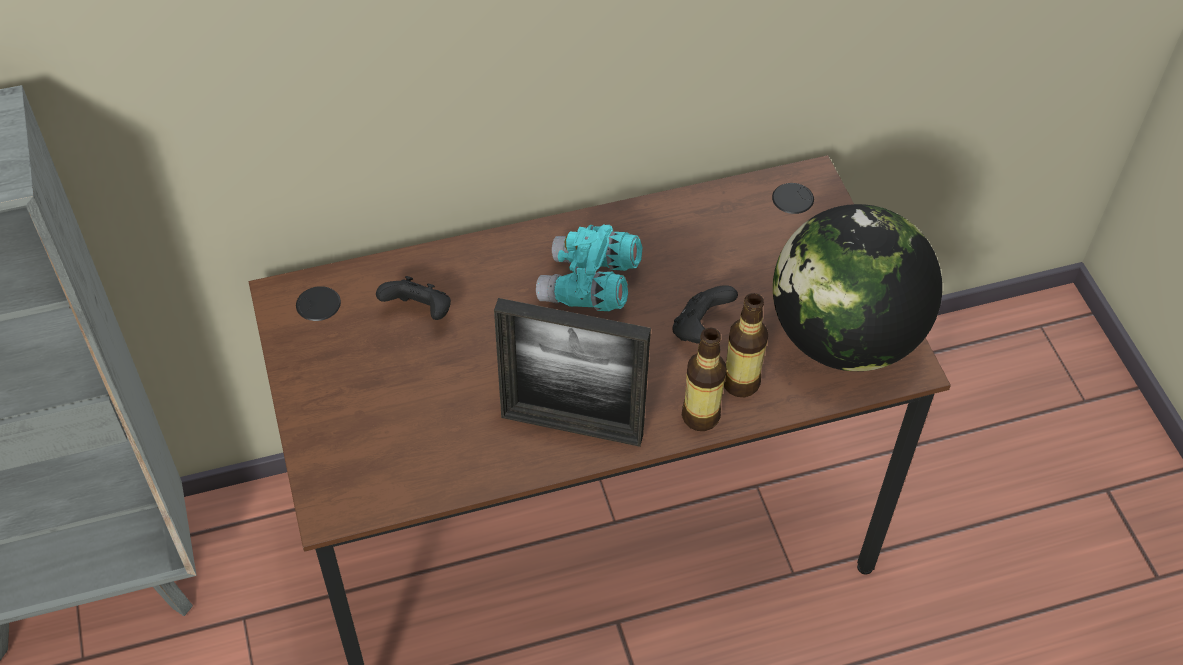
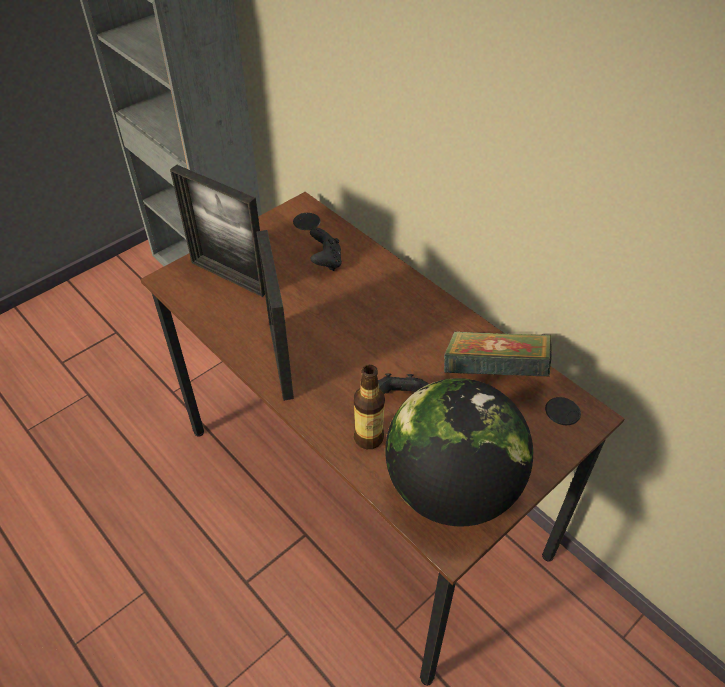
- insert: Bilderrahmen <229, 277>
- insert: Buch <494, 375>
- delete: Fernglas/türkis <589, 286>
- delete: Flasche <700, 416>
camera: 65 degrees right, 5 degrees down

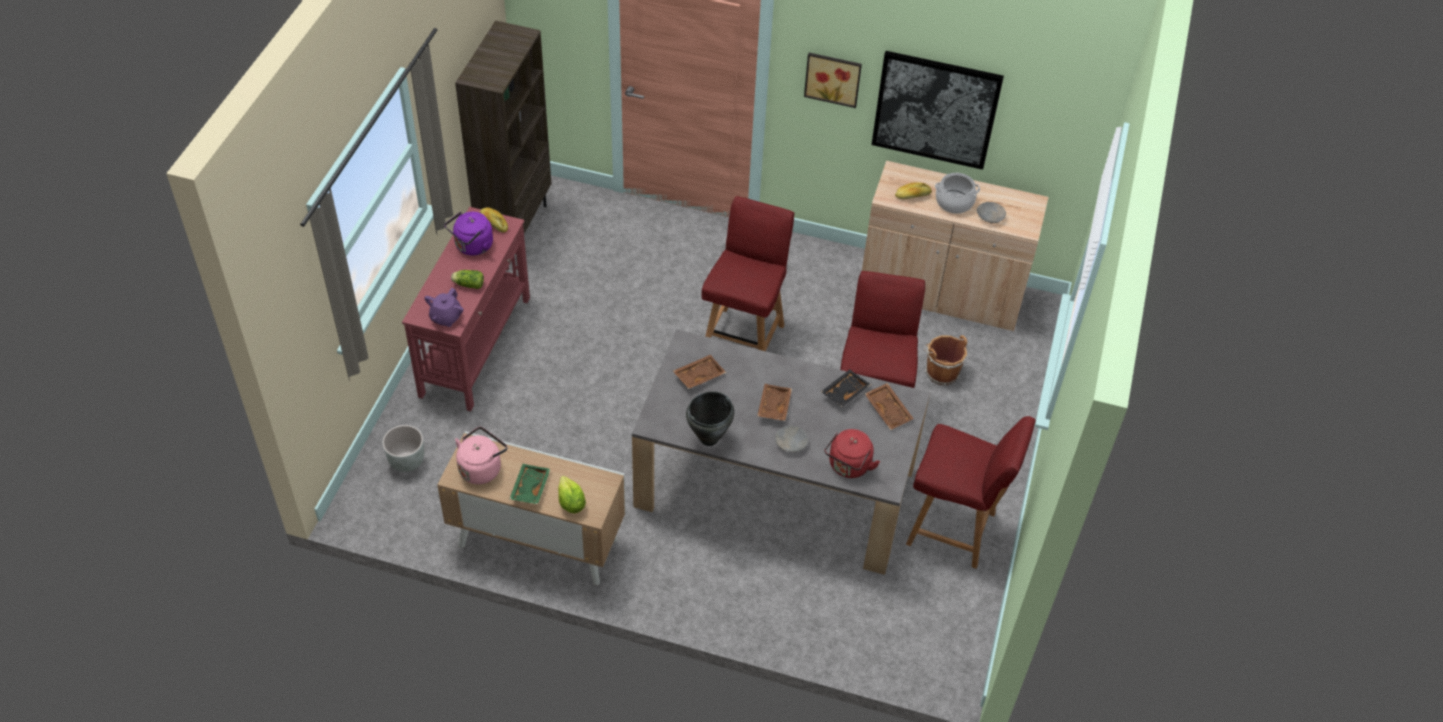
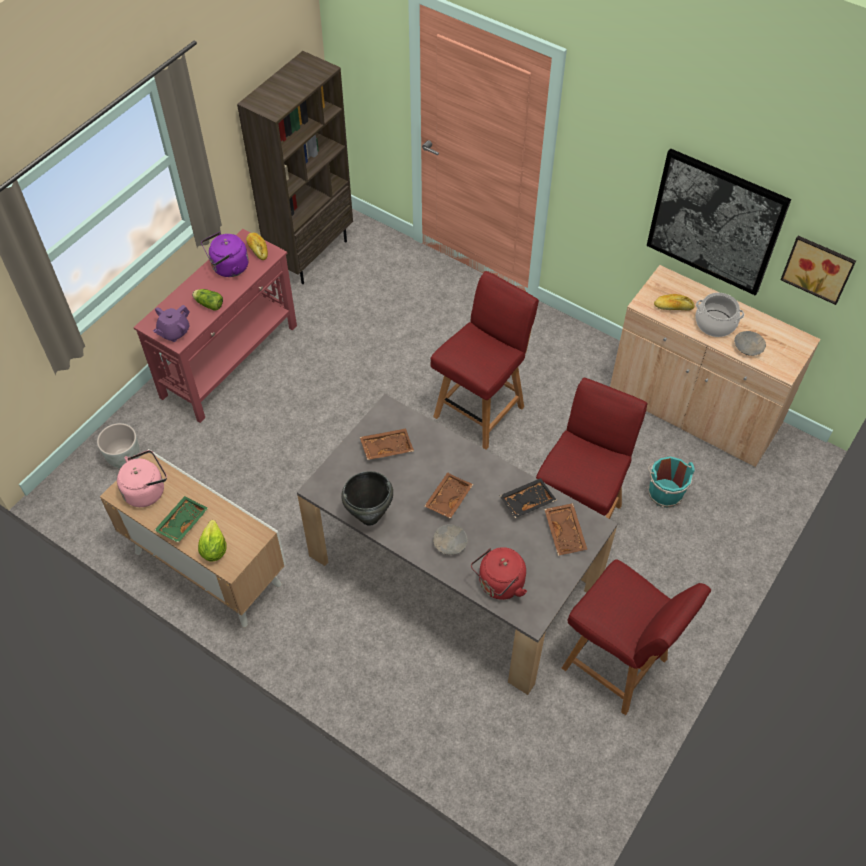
- recolor: Eimer/braun <940, 372> to Eimer/türkis <664, 492>
- move: Bild <833, 78> to <818, 267>
camera: 20 degrees right, 5 degrees up

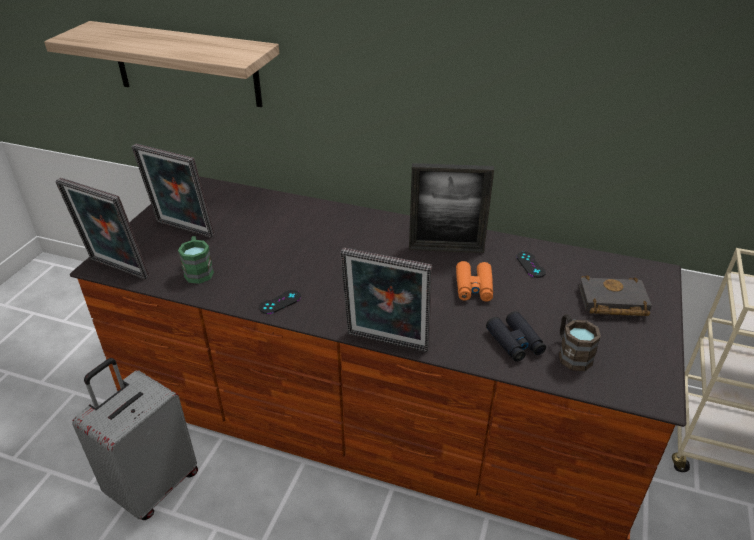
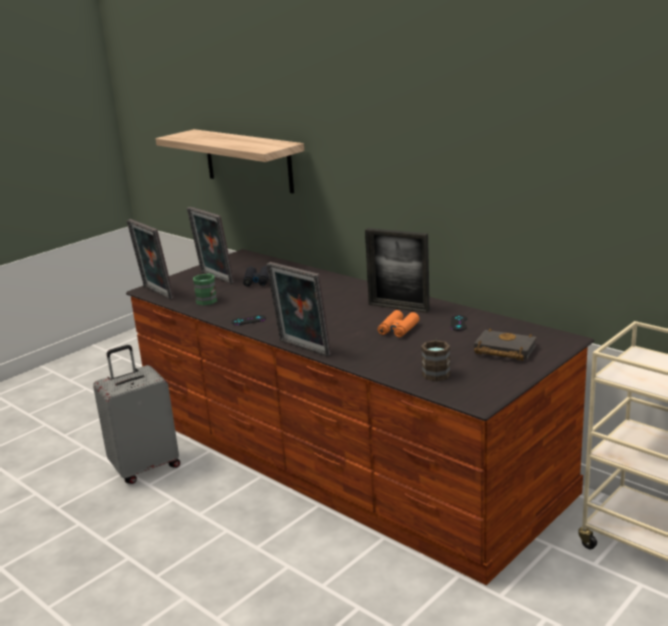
- move: Fernglas/schwarz <515, 342> to <257, 281>
camera: 25 degrees right, 15 degrees down

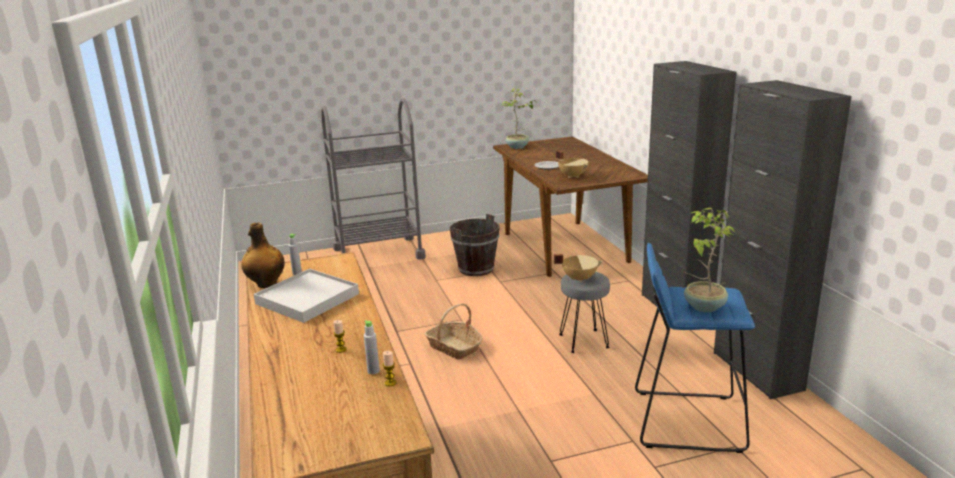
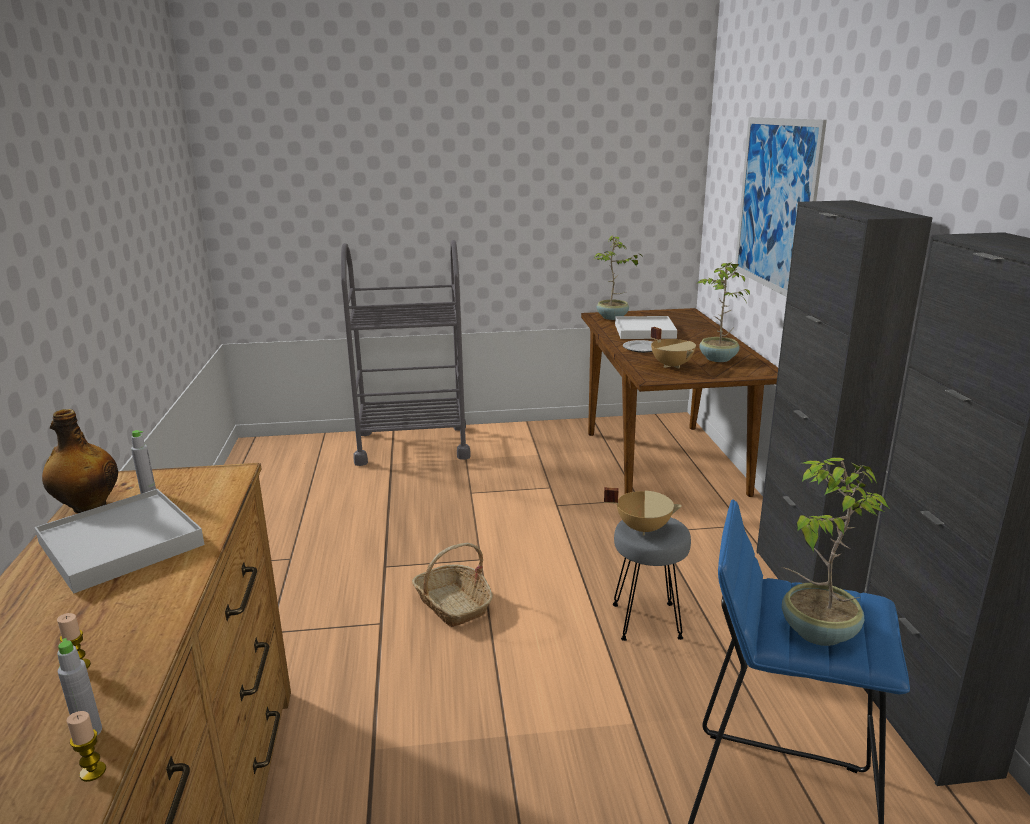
- insert: Tablett/weiß <644, 331>
- insert: Topfpflanze <717, 359>
- insert: Bild <775, 205>
- delete: Eimer/braun <476, 269>
camera: 10 degrees right, 0 degrees up

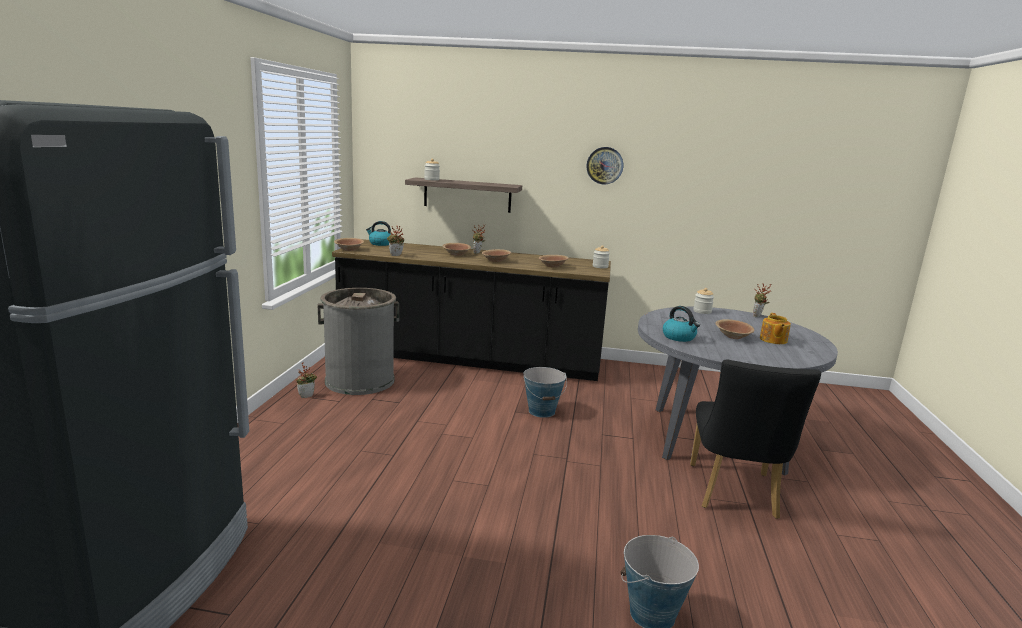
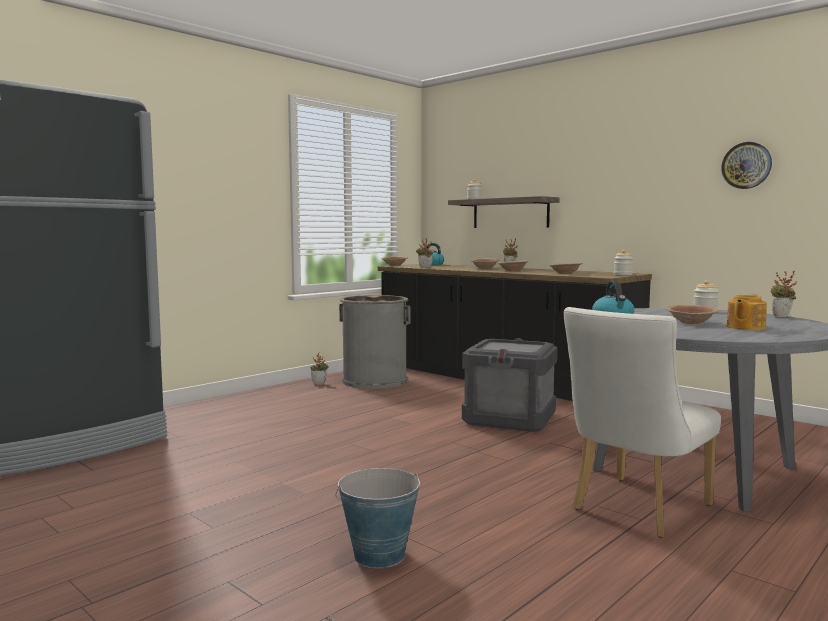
- replace: Eimer <542, 411> to Kiste <510, 419>
- recolor: Stuhl/schwarz <734, 495> to Stuhl/weiß <635, 509>
- move: Wanduhr <604, 165> to <746, 165>
camera: 35 degrees right, 10 degrees down

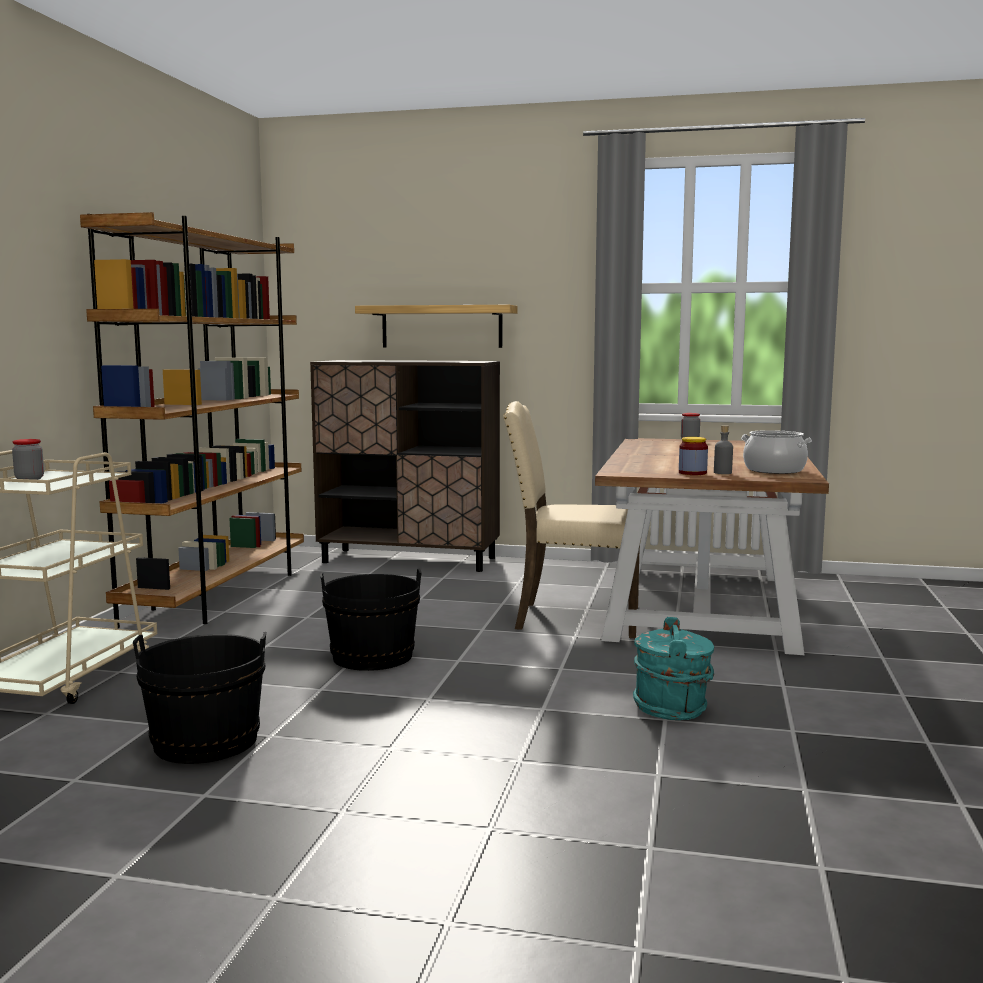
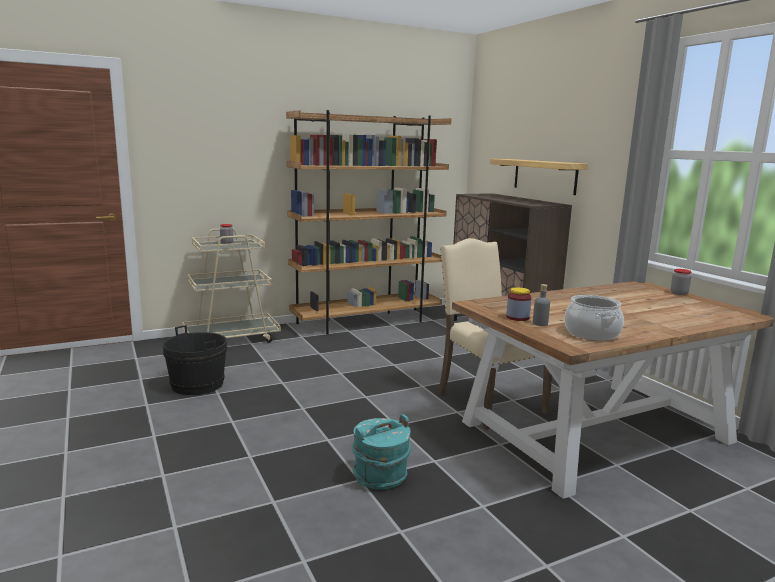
- delete: Eimer/schwarz <372, 657>
camera: 50 degrees right, 5 degrees up

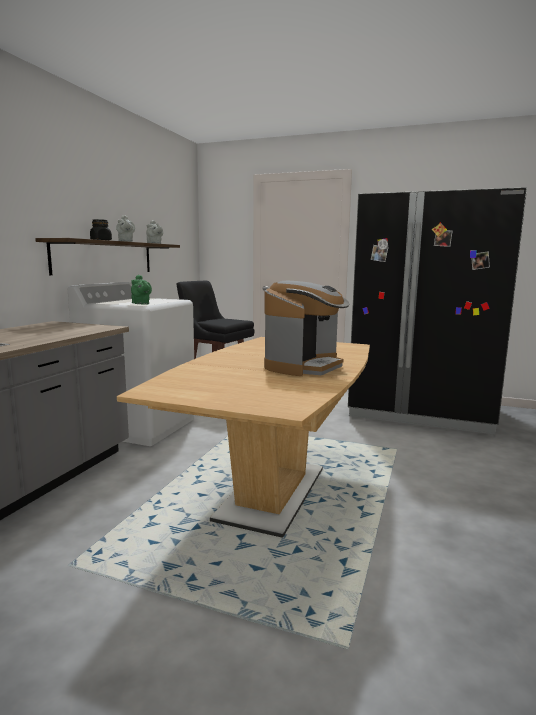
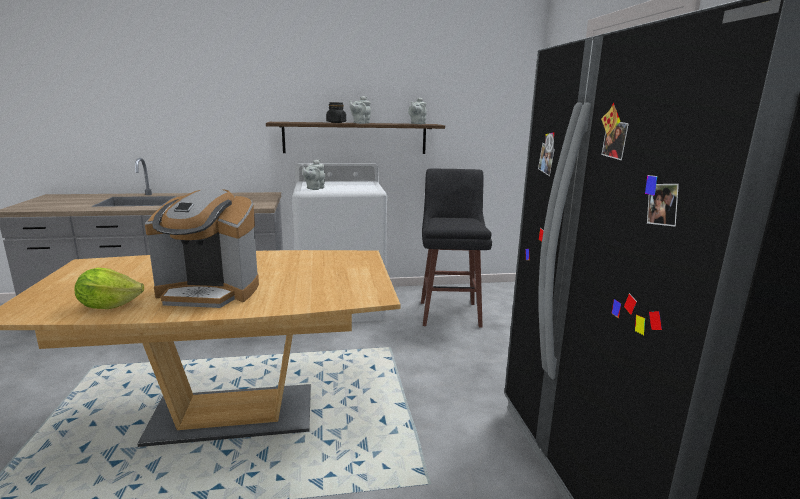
- insert: Salatkopf <109, 305>
- recolor: Teekanne/grün <141, 304> to Teekanne/grau <314, 188>
camera: 60 degrees right, 5 degrees up

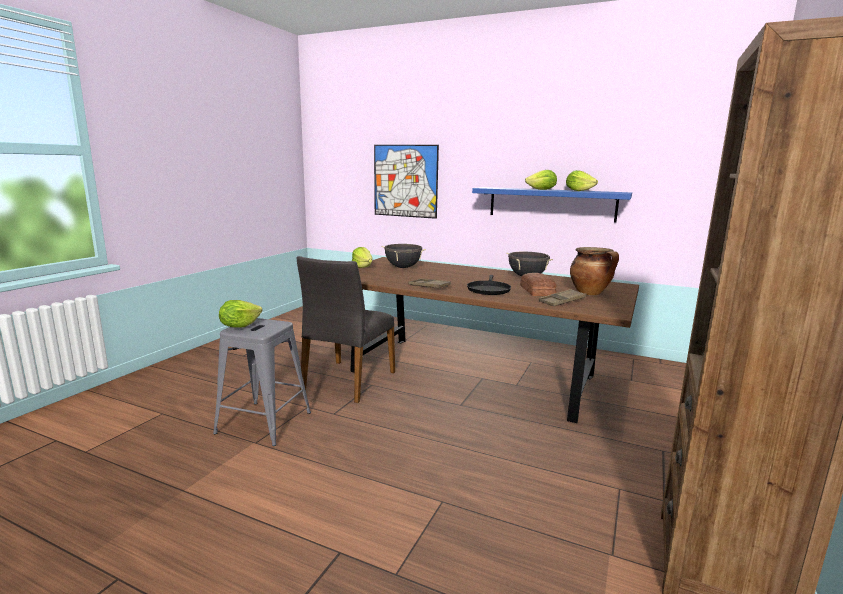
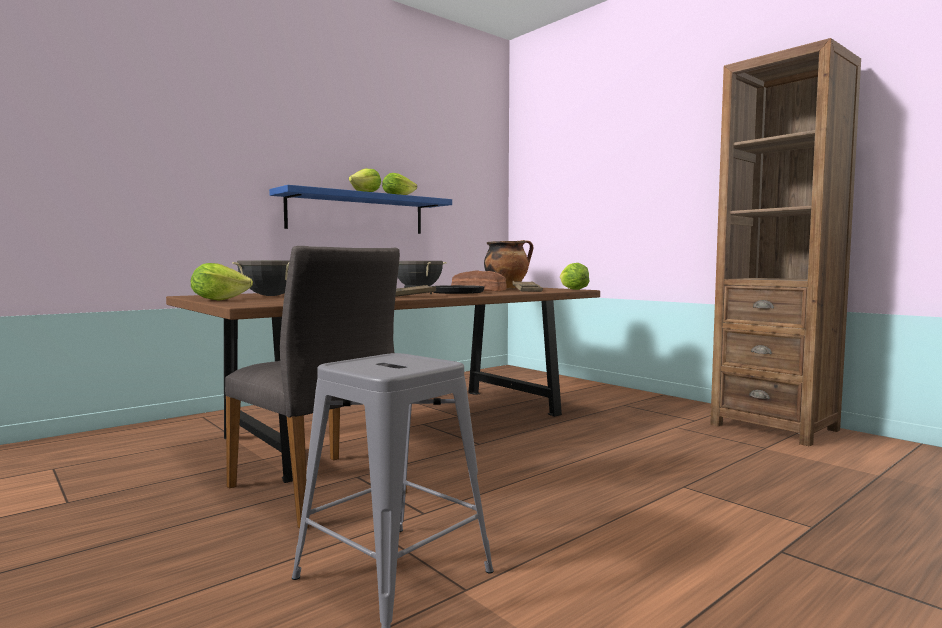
- move: Salatkopf <239, 326> to <573, 289>
- delete: Bild <405, 181>
camera: 65 degrees left, 10 degrees down

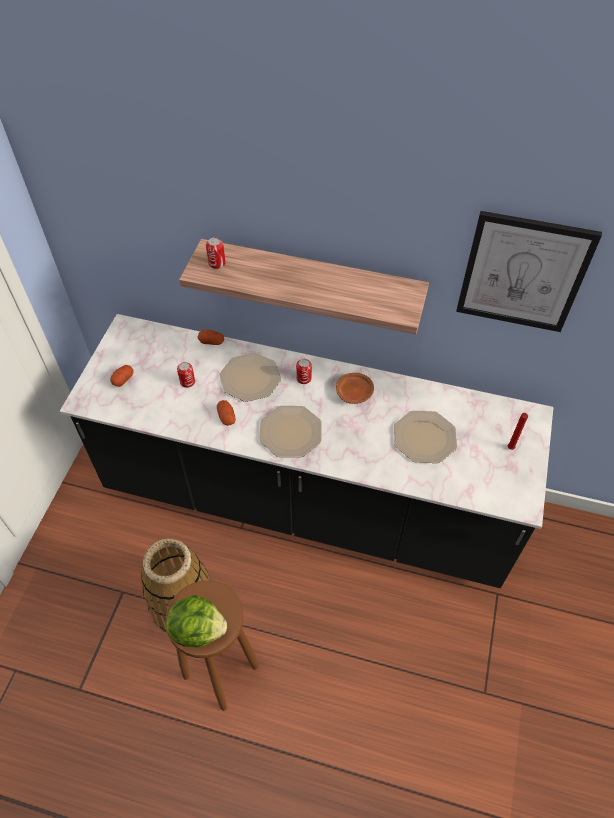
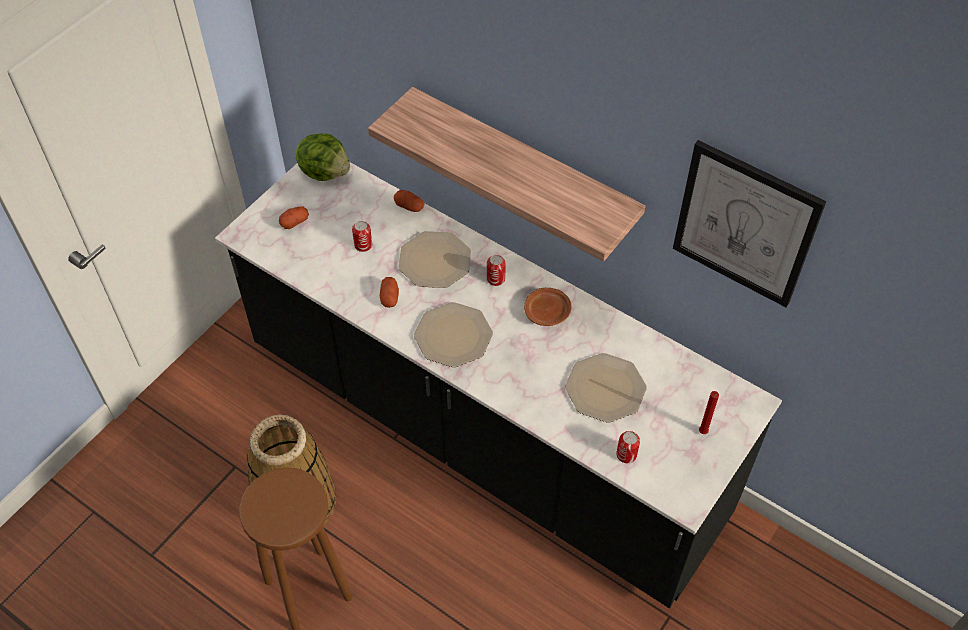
- move: Salatkopf <198, 629> to <325, 171>
- move: Dose <217, 263> to <626, 455>
camera: 20 degrees right, 0 degrees up

